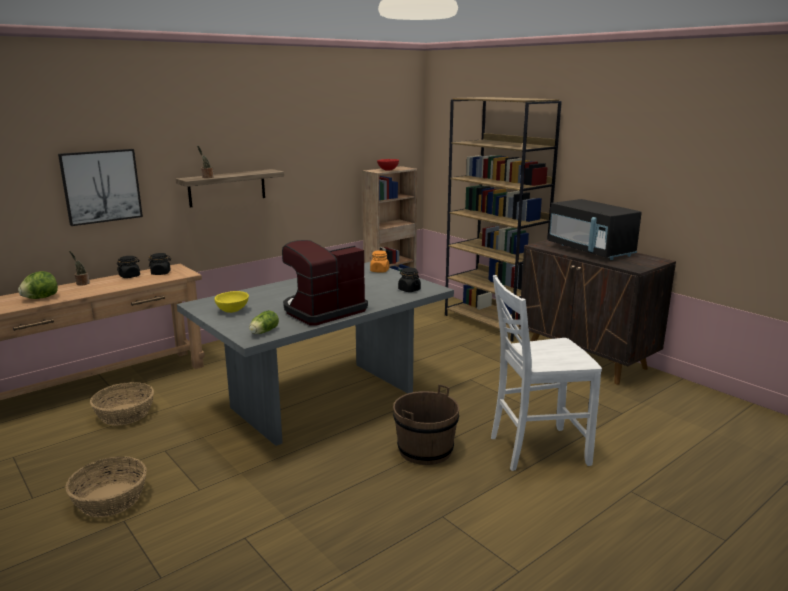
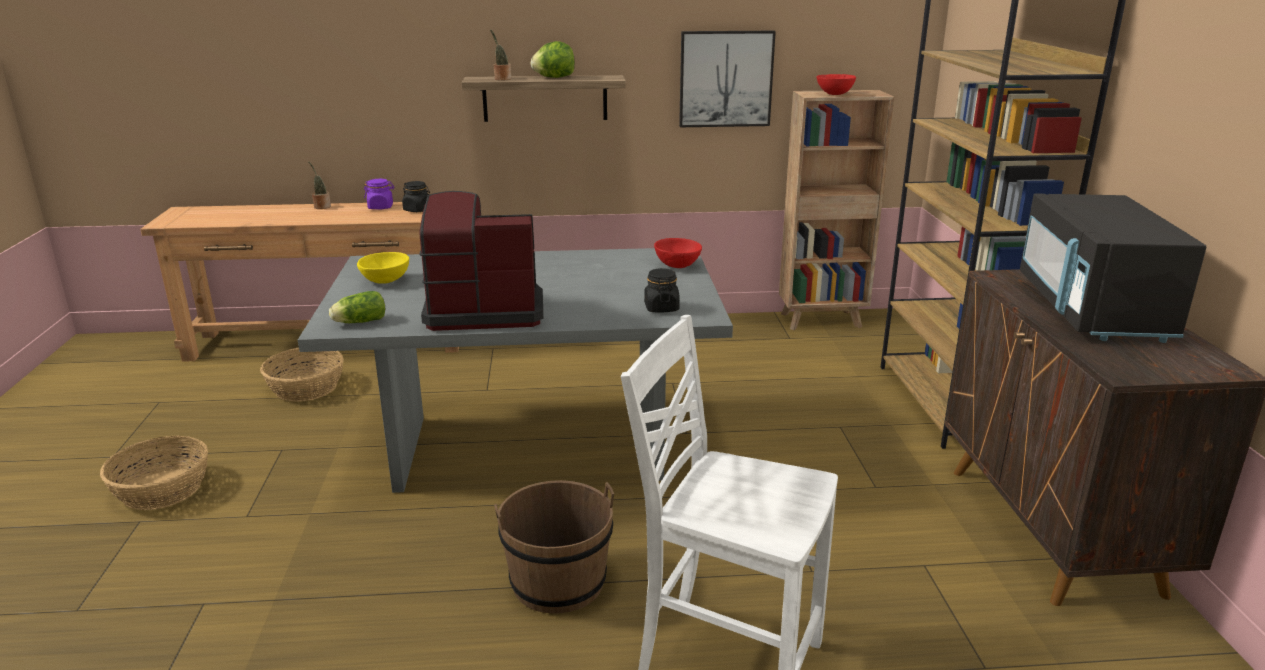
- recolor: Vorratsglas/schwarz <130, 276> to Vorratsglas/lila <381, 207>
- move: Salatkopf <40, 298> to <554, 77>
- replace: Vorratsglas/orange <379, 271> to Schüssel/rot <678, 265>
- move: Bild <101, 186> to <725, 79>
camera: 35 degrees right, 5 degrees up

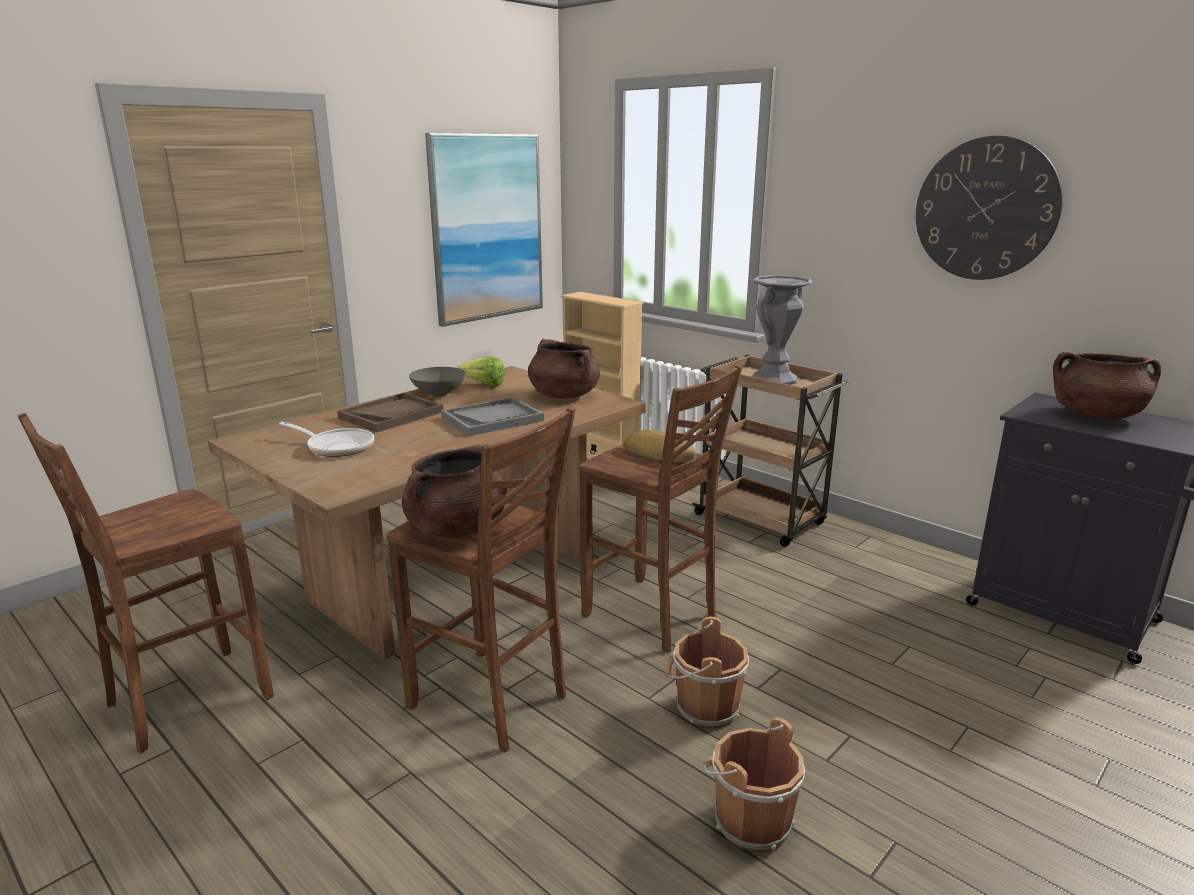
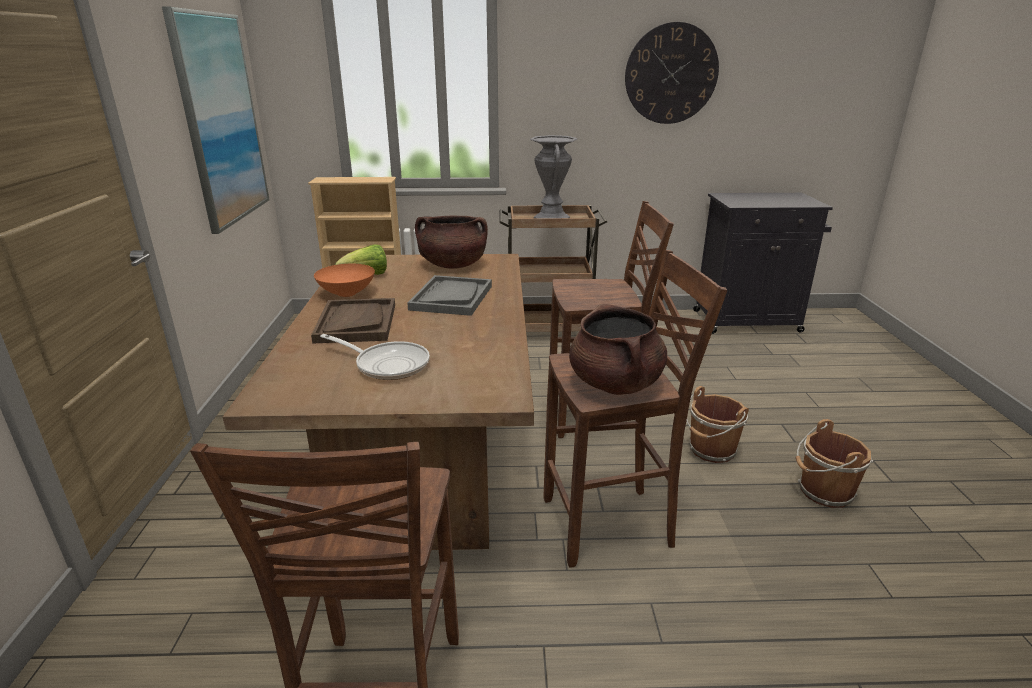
- recolor: Schüssel/grau <438, 393> to Schüssel/orange <346, 293>
- rotate: Pfanne <337, 447> = <388, 365> 45 degrees clockwise
- delete: Brot <660, 453>
- delete: Kochtopf/braun <1095, 415>
camera: 45 degrees left, 5 degrees up

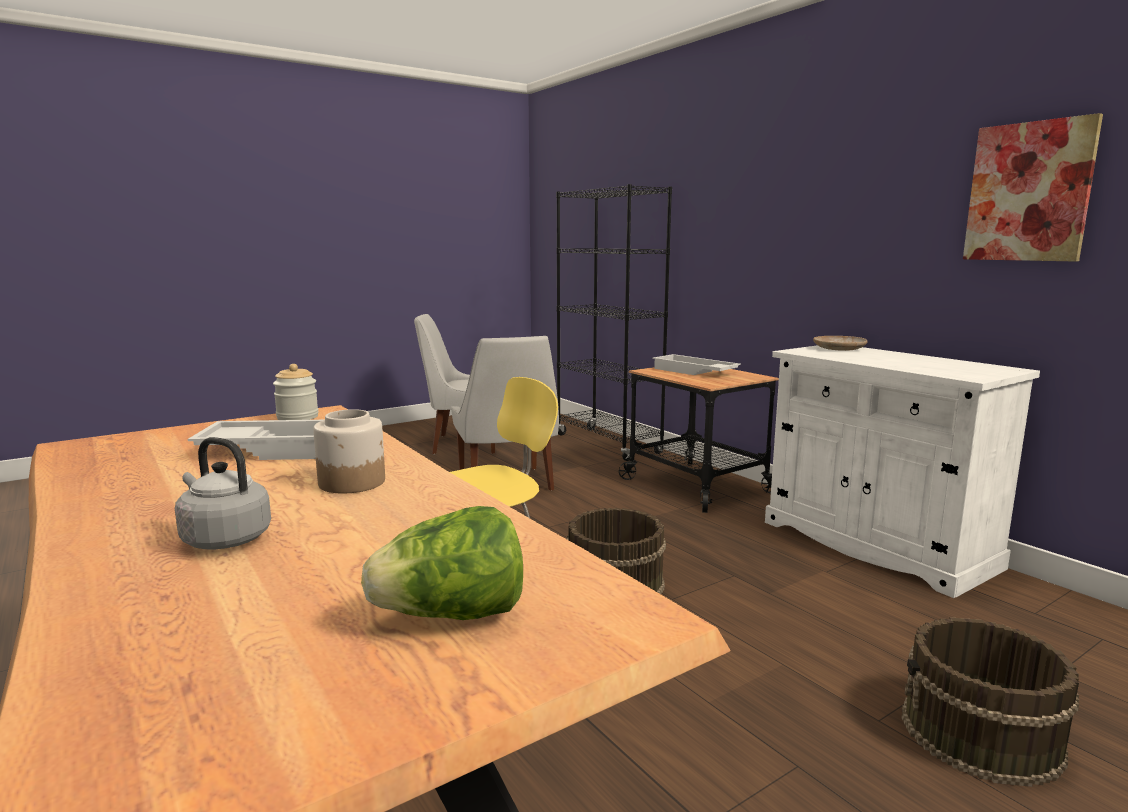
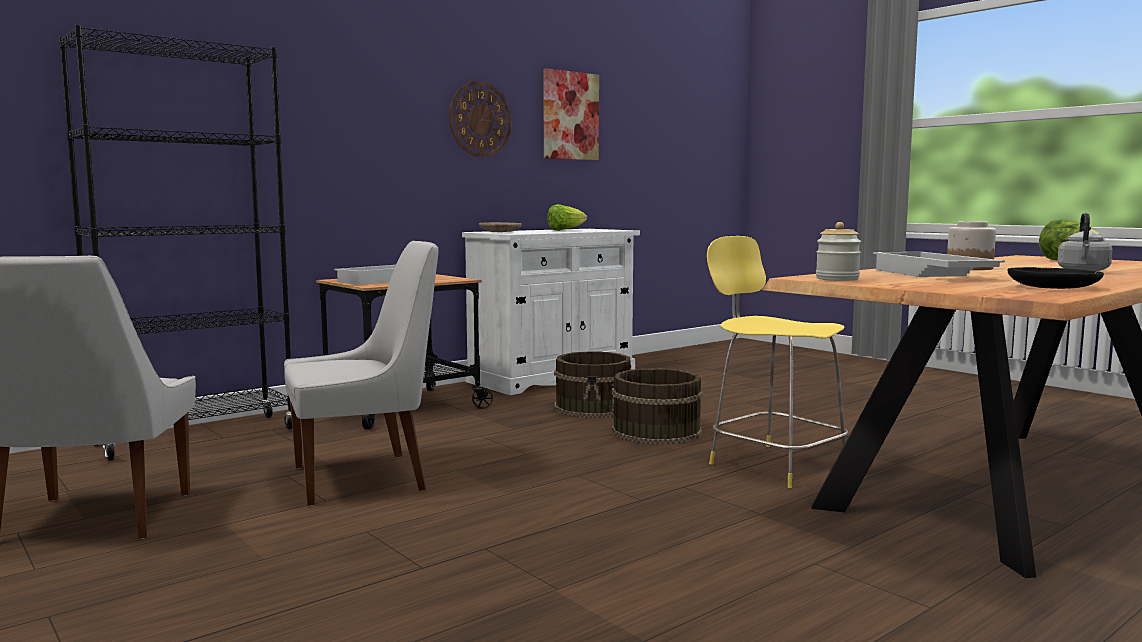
- insert: Wanduhr <480, 119>
- insert: Salatkopf <565, 230>
- move: Eimer/braun <981, 735> to <594, 408>
- insert: Teller/schwarz <1052, 287>
camera: 95 degrees left, 5 degrees down

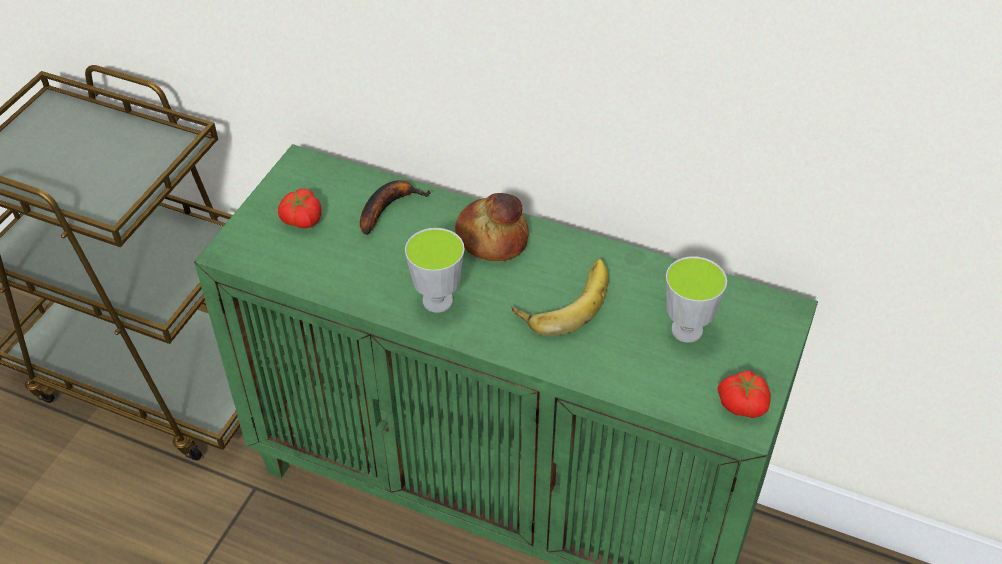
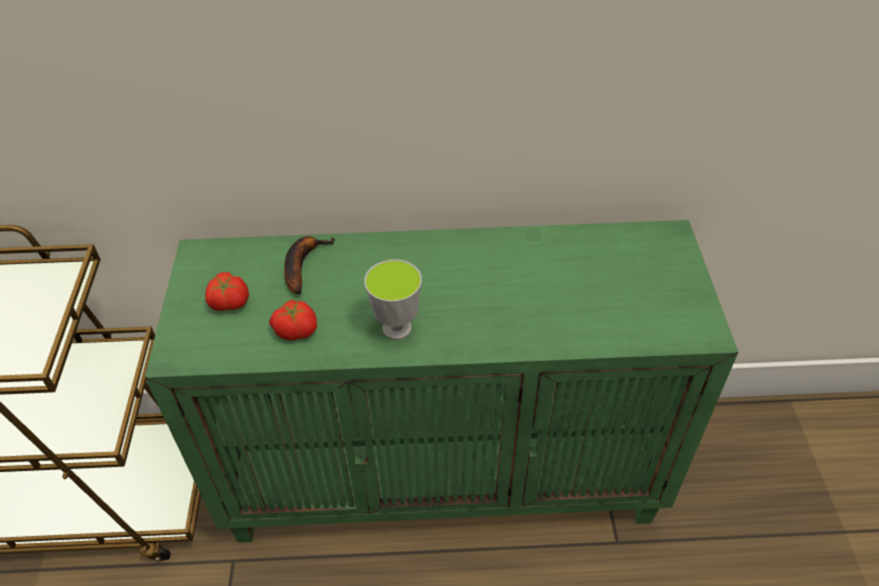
- move: Tomate <743, 403> to <296, 329>
- delete: Brot <492, 238>
- delete: Banane <564, 300>
- delete: Tasse <686, 330>
camera: 25 degrees left, 0 degrees up

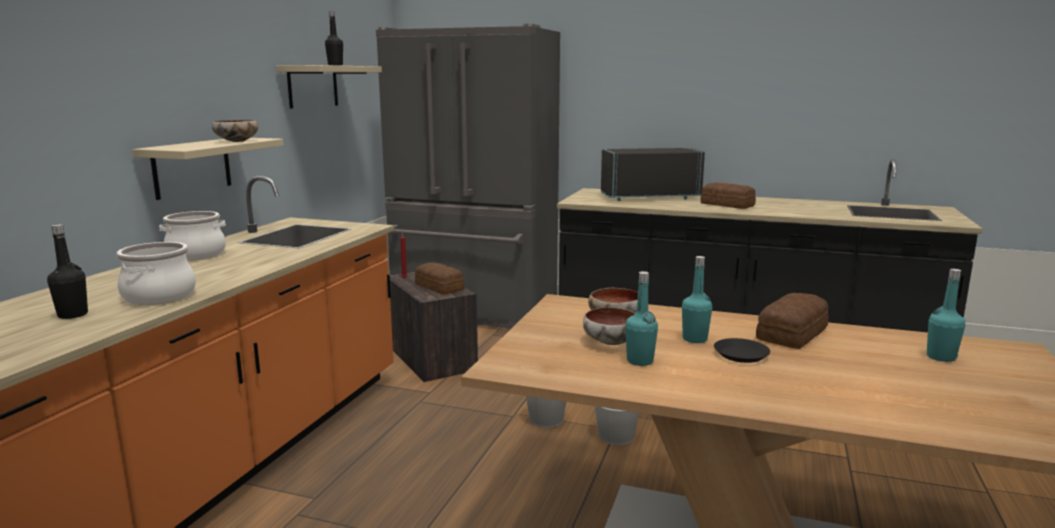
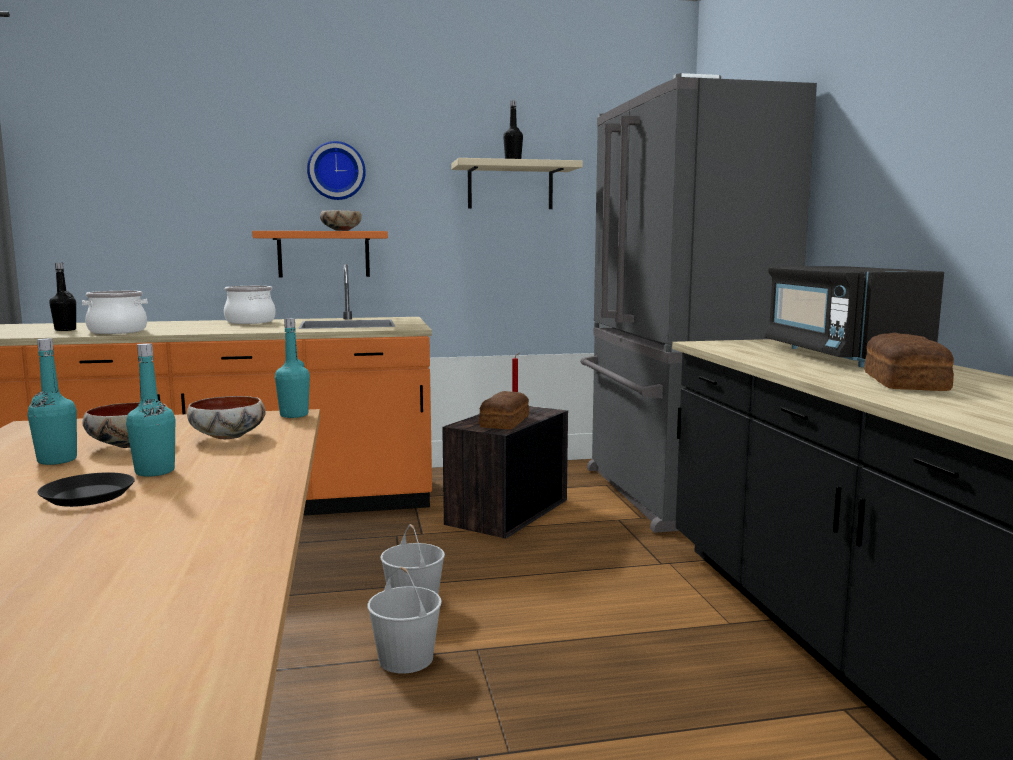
- recolor: Wandregal/beige <192, 167> to Wandregal/orange <323, 254>
- move: Flasche/türkis <941, 357> to <294, 415>
- insert: Wanduhr <336, 171>
- rotate: Mikrowelle/schwarz <649, 197> = <840, 356> 150 degrees counterclockwise
- delete: Brot <794, 334>
camera: 60 degrees right, 5 degrees down

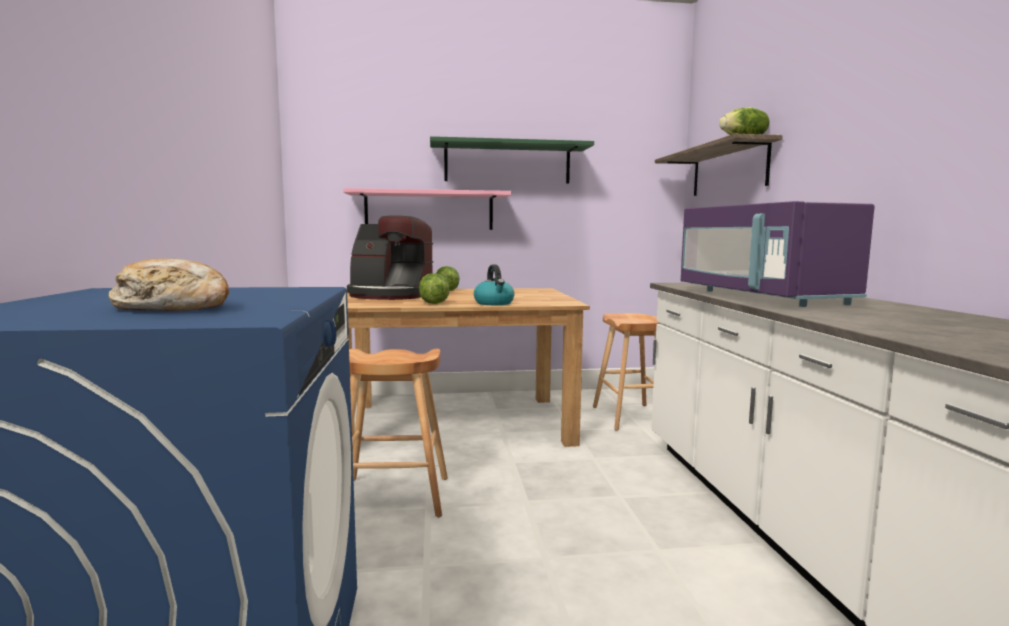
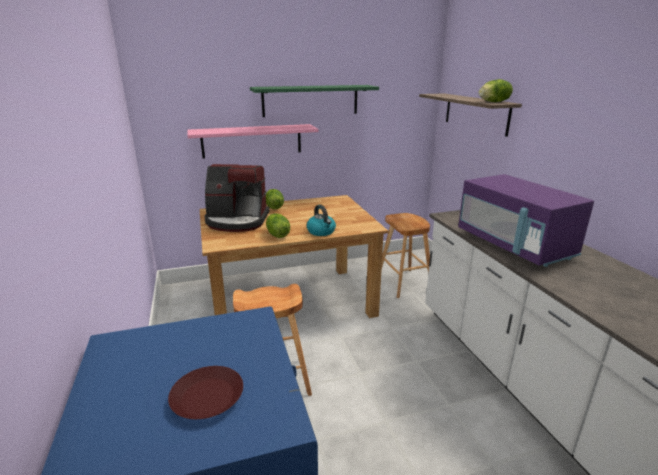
- replace: Brot <174, 308> to Teller/braun <208, 397>
camera: 10 degrees left, 15 degrees up

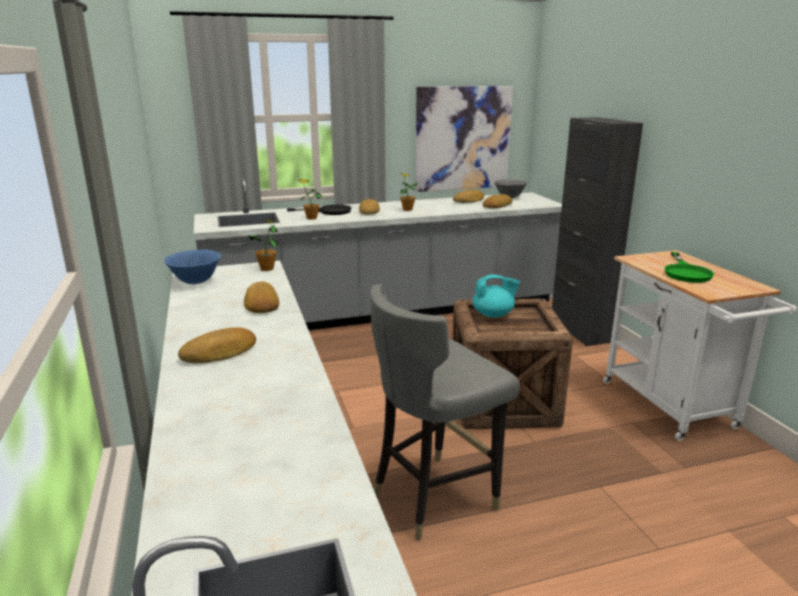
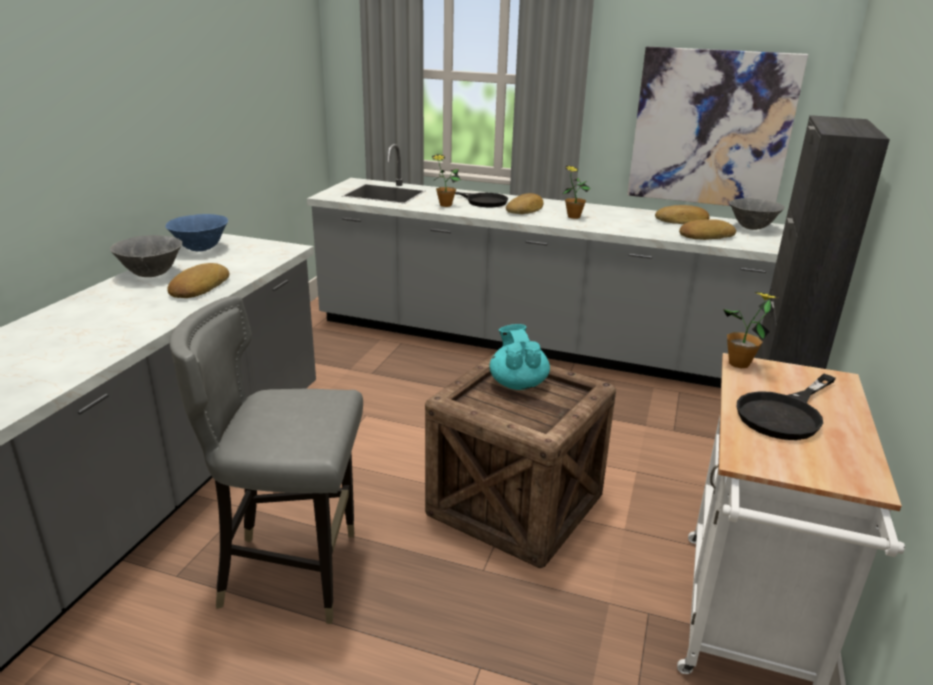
- insert: Schüssel/grau <152, 274>
- rotate: Teekanne/türkis <493, 315> = <518, 383> 135 degrees counterclockwise
- move: Topfpflanze <267, 269> to <739, 363>
- recolor: Pfanne/grün <686, 272> to Pfanne/schwarz <785, 414>
- delete: Brot <220, 352>
camera: 35 degrees right, 5 degrees up

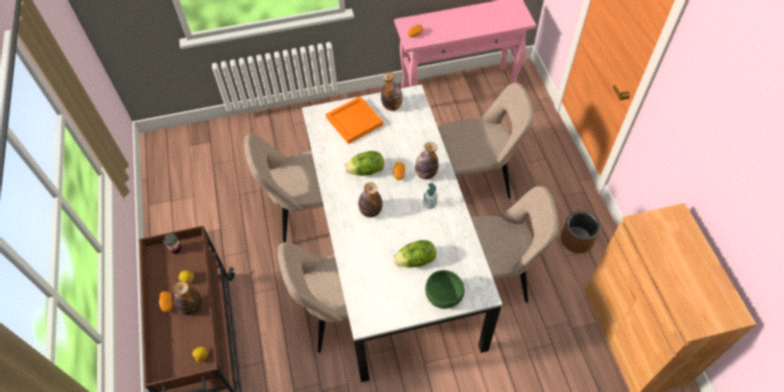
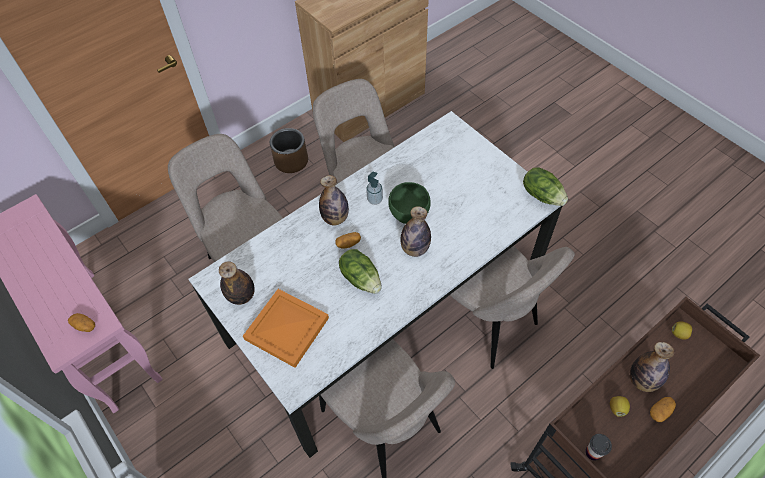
- move: Schüssel/grün <443, 297> to <409, 215>
- move: Salatkopf <416, 261> to <542, 195>
camera: 115 degrees left, 0 degrees up

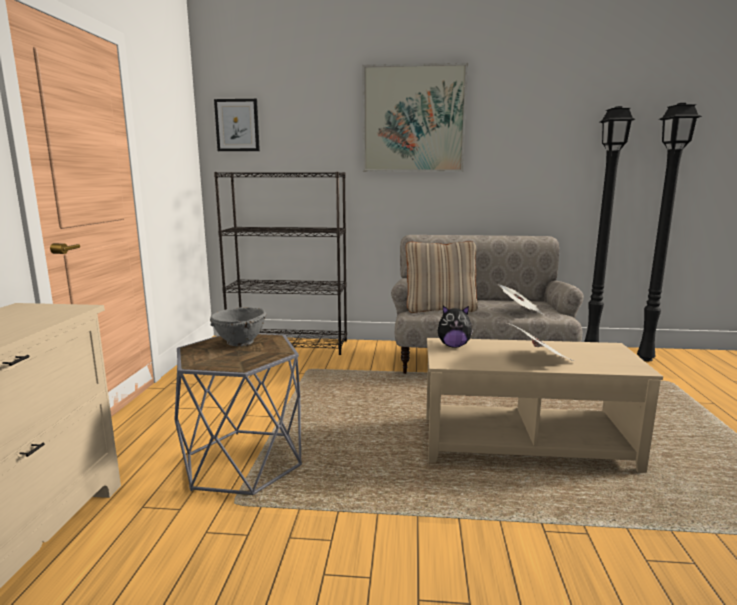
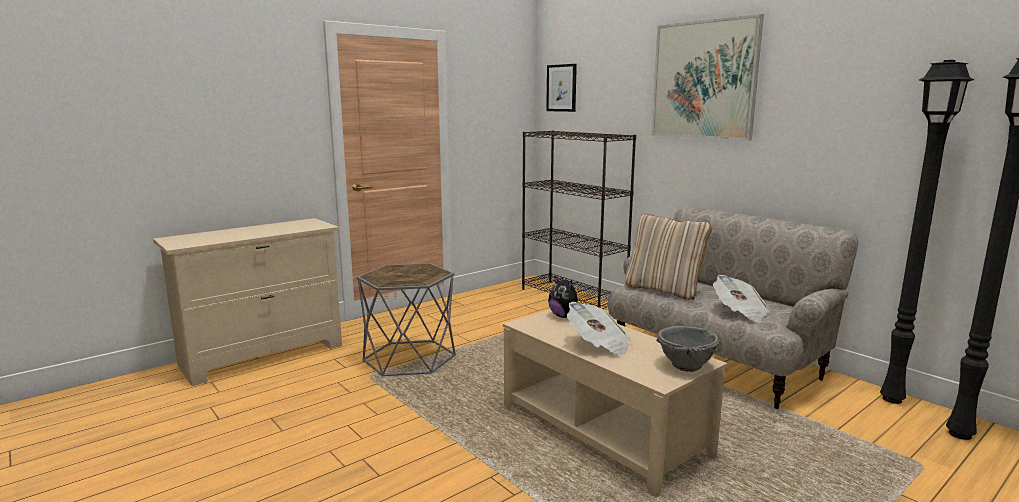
- move: Schüssel/grau <239, 343> to <685, 366>
camera: 45 degrees right, 0 degrees up

